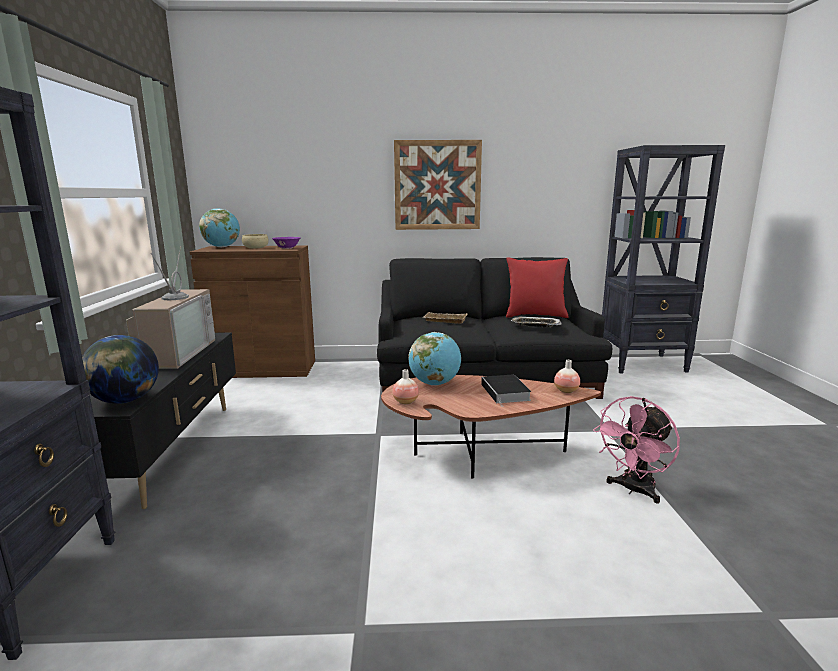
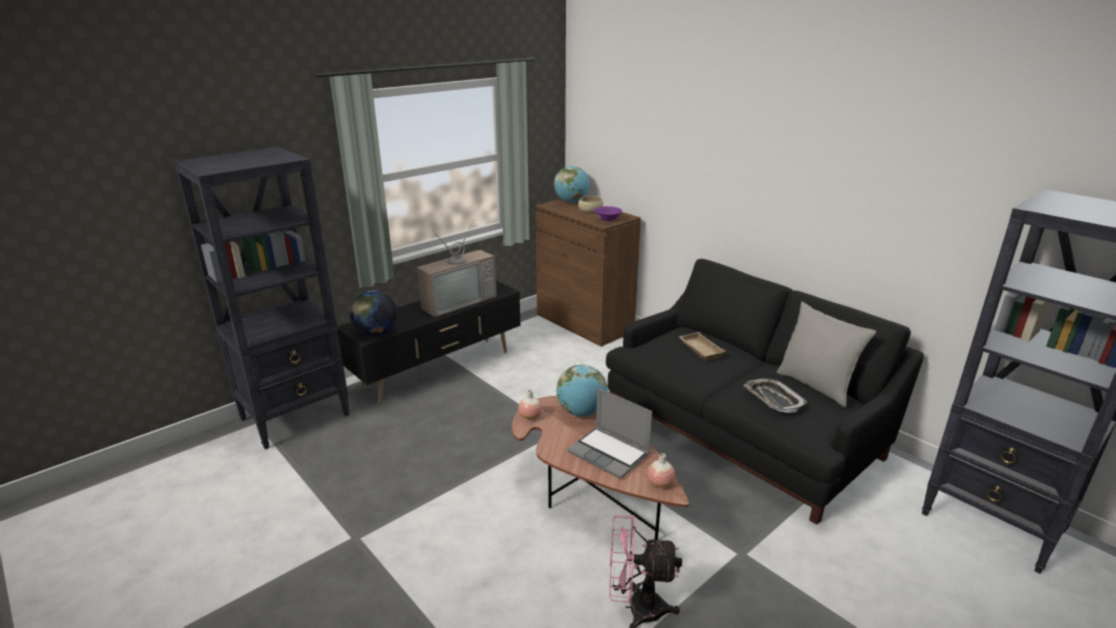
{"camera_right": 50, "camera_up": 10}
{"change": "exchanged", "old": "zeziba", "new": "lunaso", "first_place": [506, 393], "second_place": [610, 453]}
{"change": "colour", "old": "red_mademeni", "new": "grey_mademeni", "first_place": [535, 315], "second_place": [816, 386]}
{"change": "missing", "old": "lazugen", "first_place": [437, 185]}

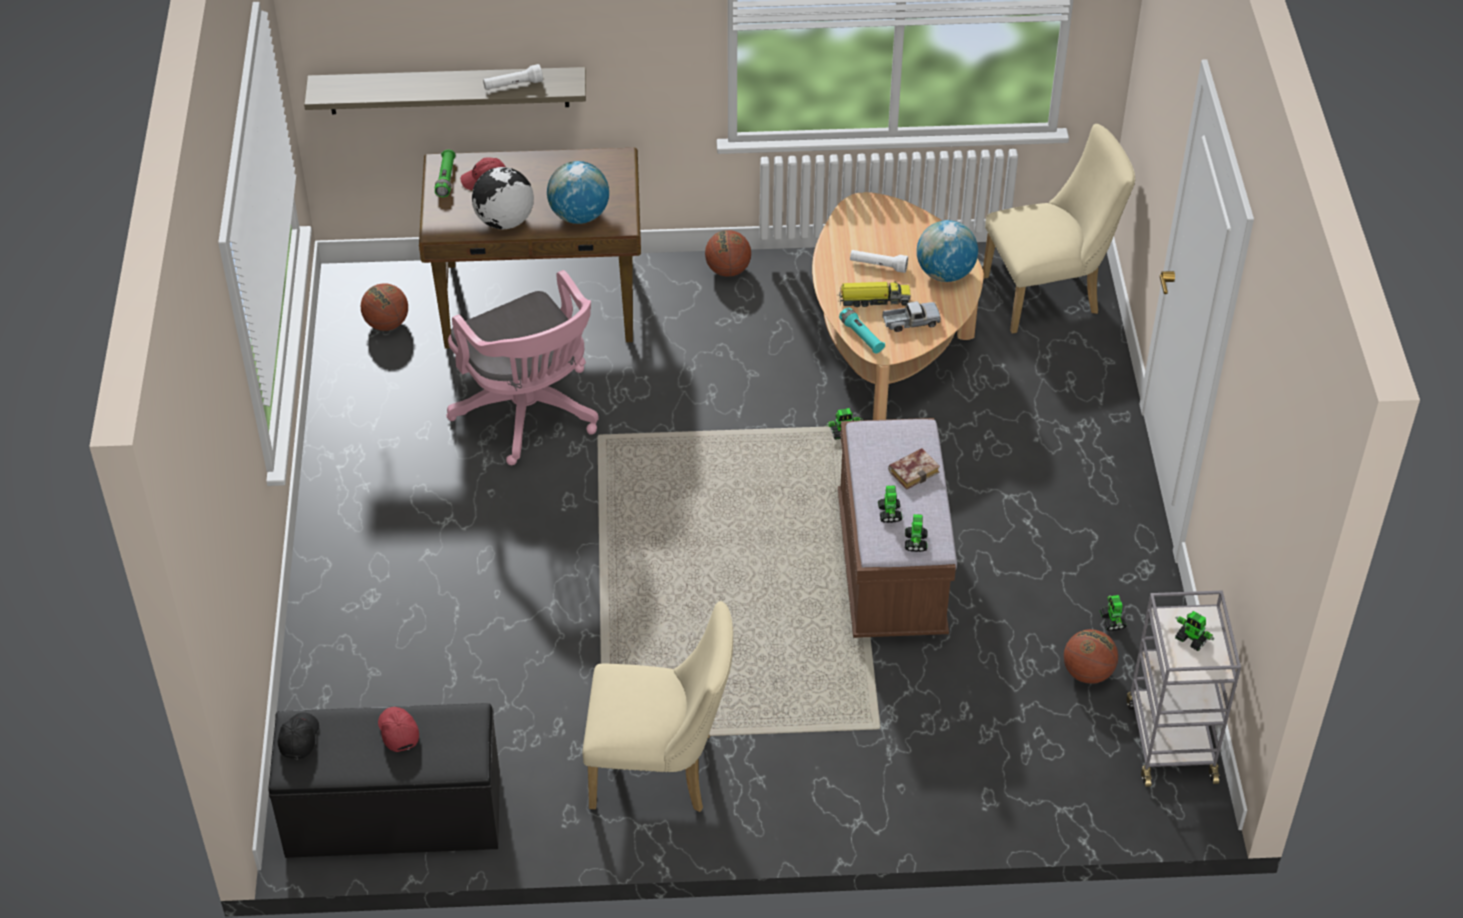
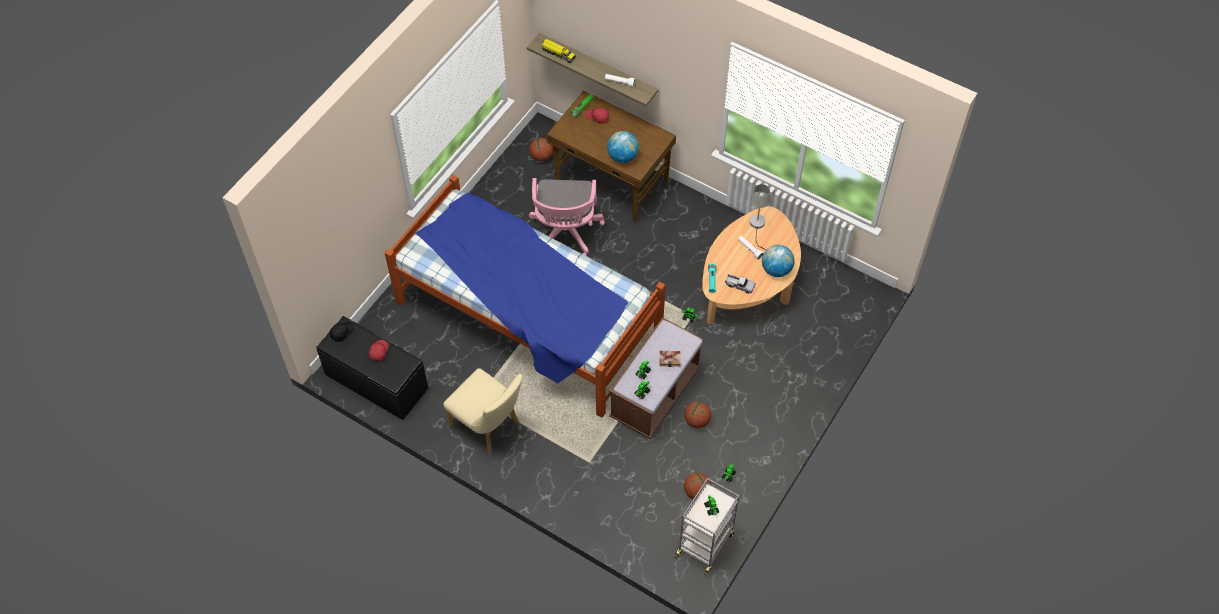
{"camera_right": 35, "camera_up": 10}
{"change": "appeared", "new": "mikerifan", "second_place": [527, 319]}
{"change": "relocated", "old": "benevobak", "first_place": [873, 300], "second_place": [558, 53]}
{"change": "relocated", "old": "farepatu", "first_place": [728, 270], "second_place": [697, 421]}
{"change": "appeared", "new": "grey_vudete", "second_place": [758, 226]}
{"change": "missing", "old": "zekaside", "first_place": [504, 221]}
{"change": "missing", "old": "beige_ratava", "first_place": [1049, 295]}

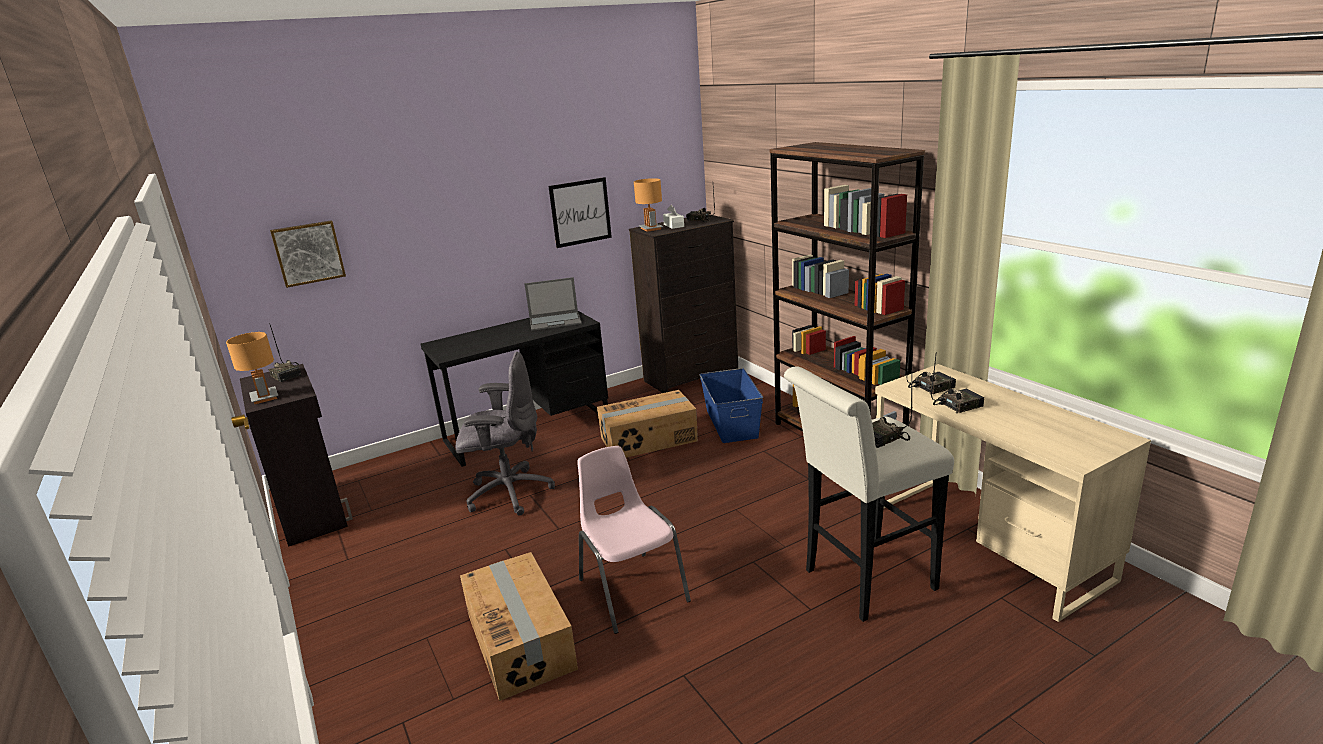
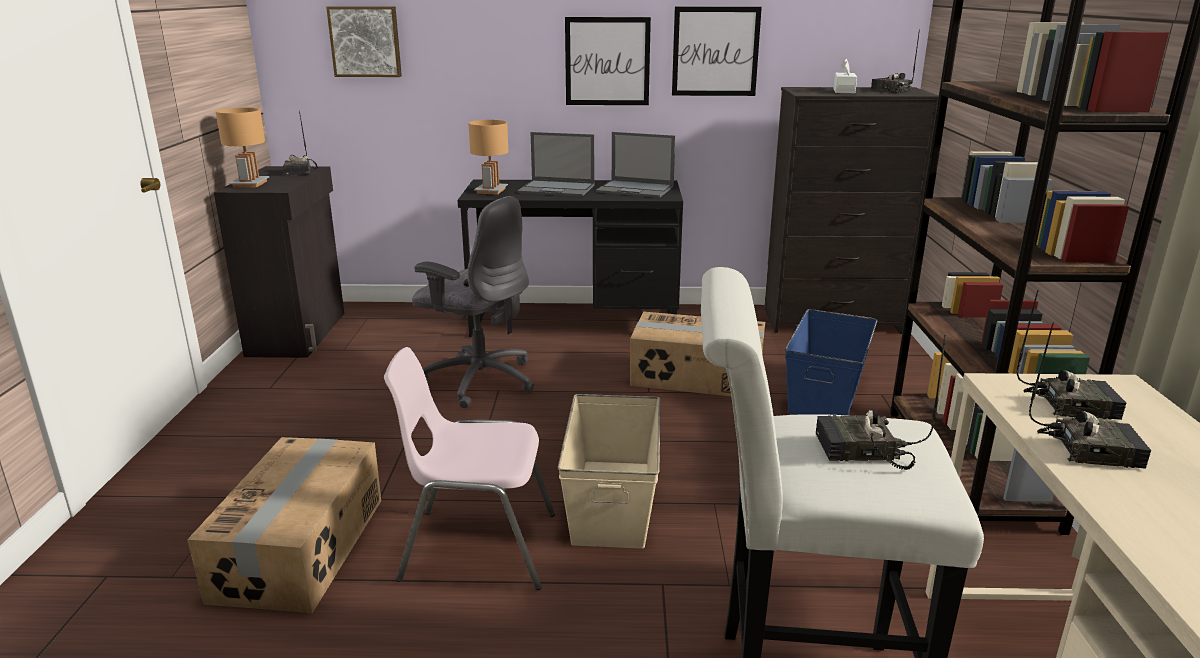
{"camera_right": 30, "camera_up": 0}
{"change": "spun", "old": "pink_ratava", "first_place": [631, 589], "second_place": [477, 546], "degrees": -90}
{"change": "relocated", "old": "brown_vudete", "first_place": [650, 229], "second_place": [491, 191]}
{"change": "appeared", "new": "lunaso", "second_place": [557, 189]}
{"change": "appeared", "new": "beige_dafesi", "second_place": [611, 501]}
{"change": "appeared", "new": "lazugen", "second_place": [607, 61]}

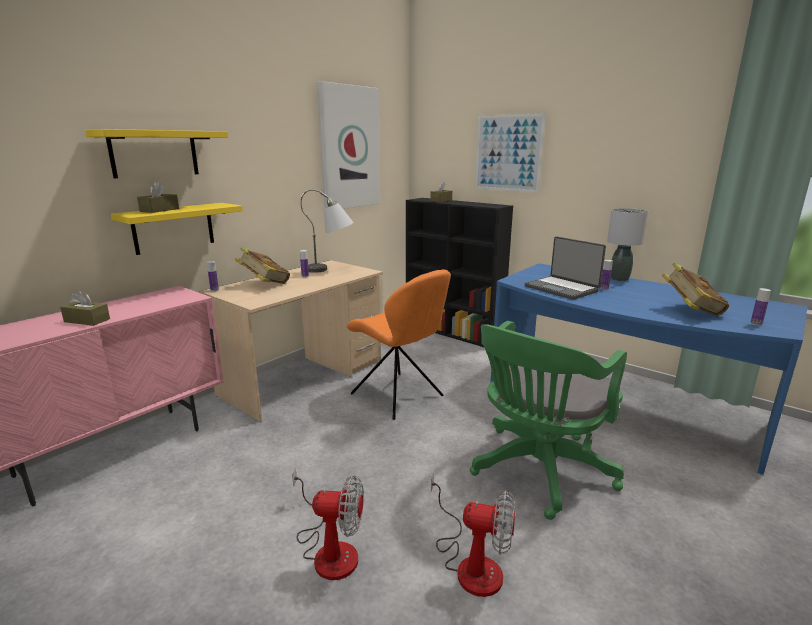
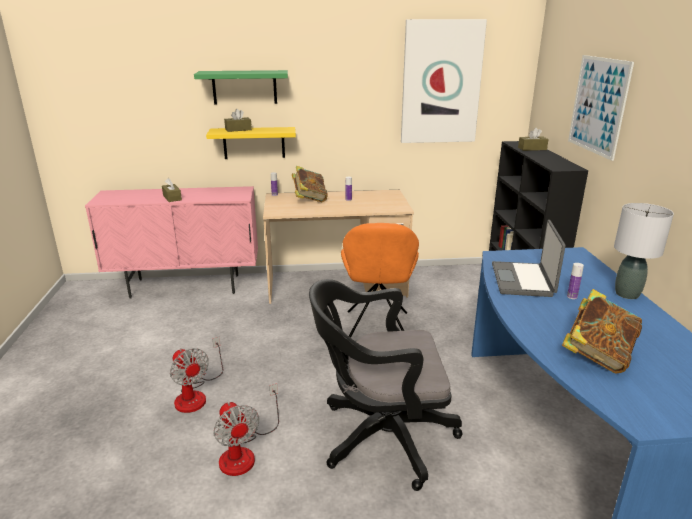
{"camera_right": 45, "camera_up": 5}
{"change": "colour", "old": "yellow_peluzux", "new": "green_peluzux", "first_place": [154, 153], "second_place": [244, 87]}
{"change": "colour", "old": "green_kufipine", "new": "black_kufipine", "first_place": [537, 472], "second_place": [380, 437]}
{"change": "missing", "old": "grey_vudete", "first_place": [331, 269]}
{"change": "missing", "old": "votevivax", "first_place": [756, 323]}

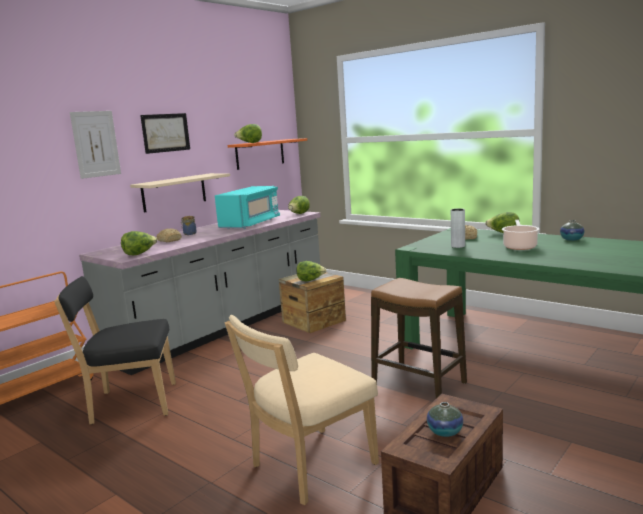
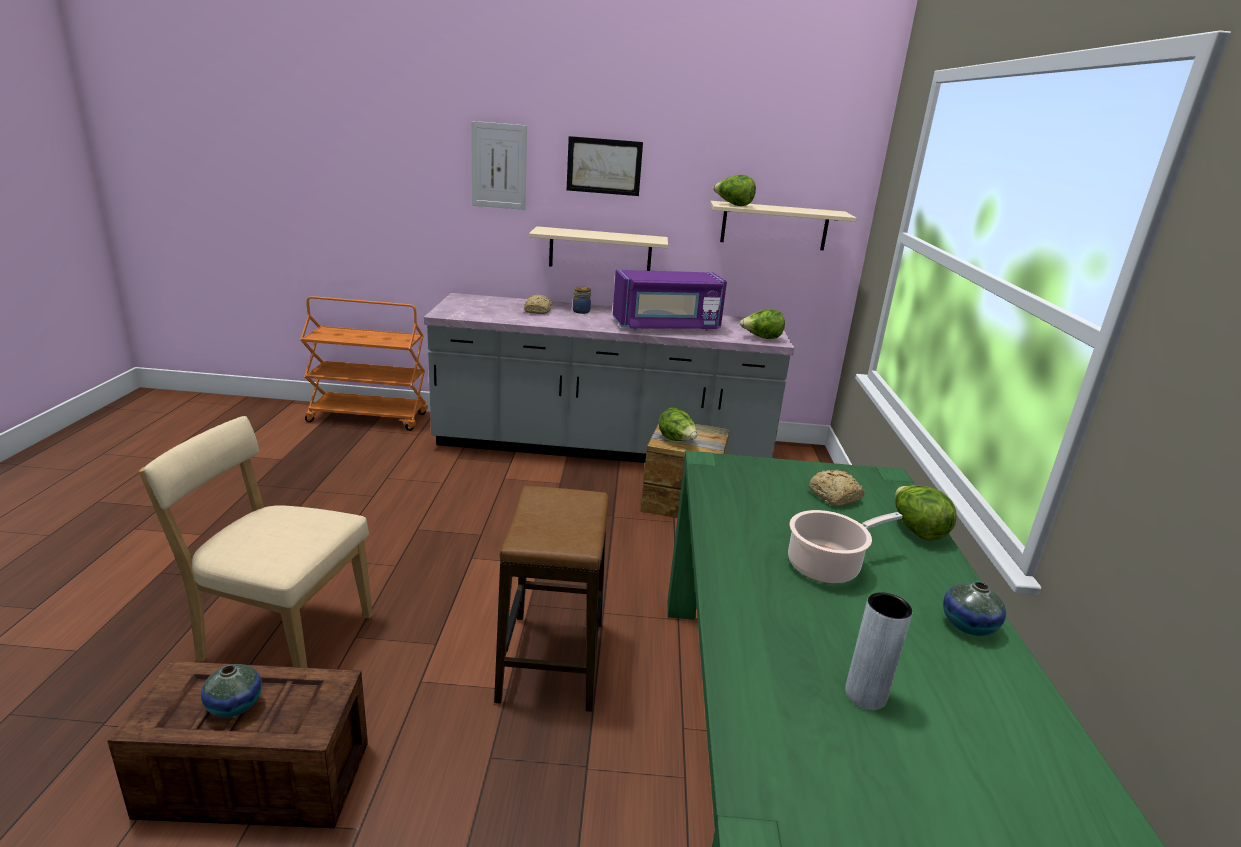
{"camera_right": 50, "camera_up": 10}
{"change": "colour", "old": "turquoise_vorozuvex", "new": "purple_vorozuvex", "first_place": [251, 224], "second_place": [666, 327]}
{"change": "colour", "old": "orange_peluzux", "new": "beige_peluzux", "first_place": [260, 154], "second_place": [774, 226]}
{"change": "relocated", "old": "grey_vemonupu", "first_place": [458, 246], "second_place": [865, 695]}
{"change": "missing", "old": "black_ratava", "first_place": [130, 404]}
{"change": "missing", "old": "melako", "first_place": [139, 254]}

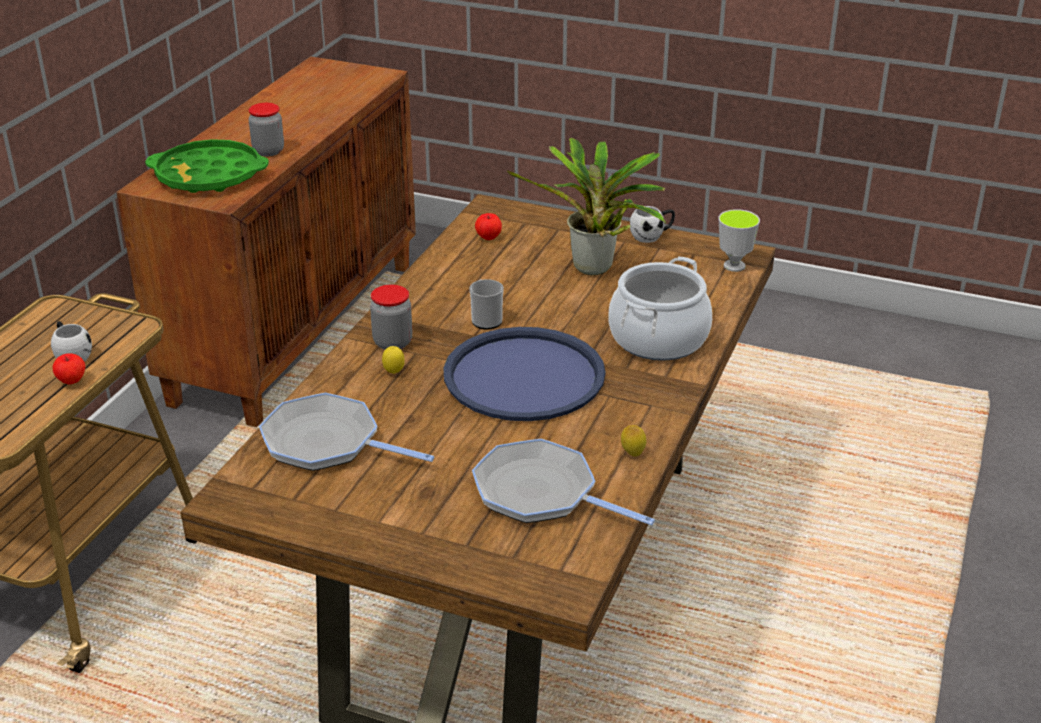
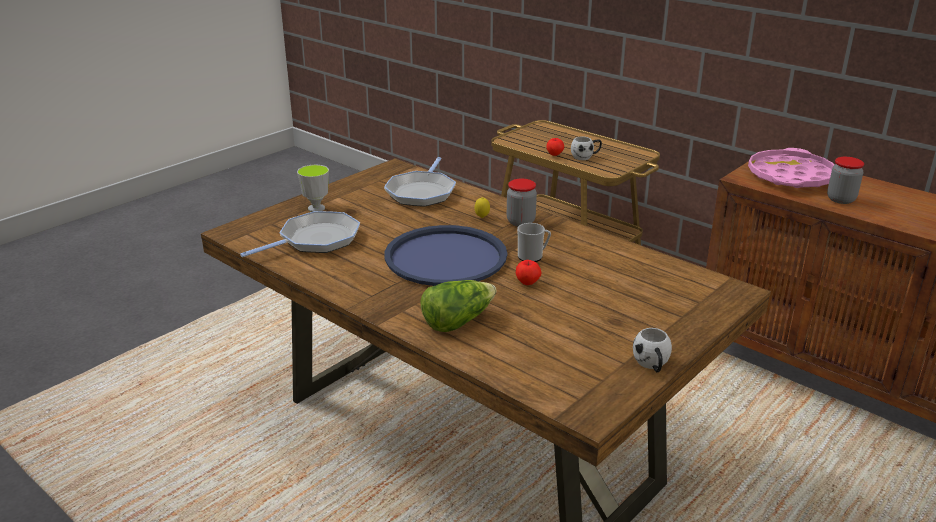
{"camera_right": 110, "camera_up": -5}
{"change": "relocated", "old": "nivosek", "first_place": [734, 266], "second_place": [316, 208]}
{"change": "spun", "old": "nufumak", "first_place": [327, 443], "second_place": [422, 192], "degrees": 150}
{"change": "exchanged", "old": "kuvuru", "new": "melako", "first_place": [659, 339], "second_place": [457, 321]}
{"change": "relocated", "old": "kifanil", "first_place": [488, 237], "second_place": [527, 282]}
{"change": "colour", "old": "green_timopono", "new": "pink_timopono", "first_place": [209, 176], "second_place": [790, 177]}
{"change": "missing", "old": "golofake", "first_place": [594, 271]}
{"change": "missing", "old": "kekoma", "first_place": [632, 454]}

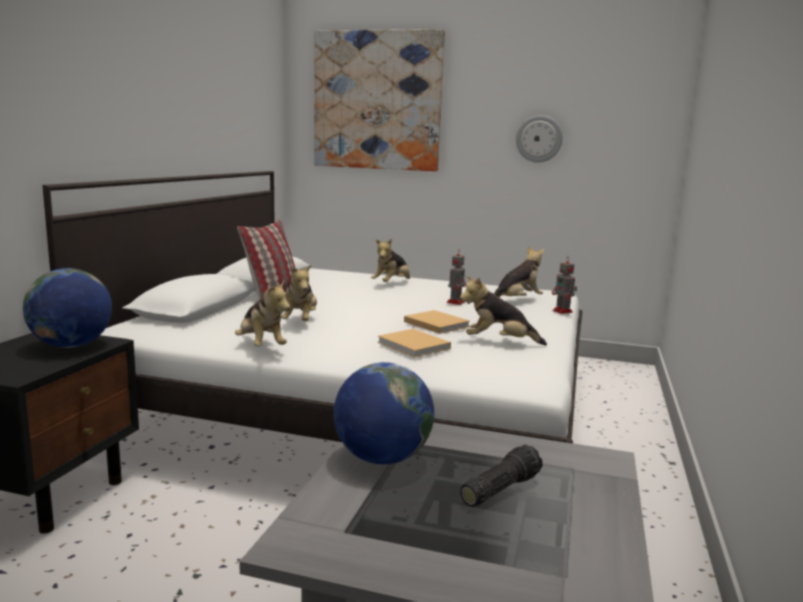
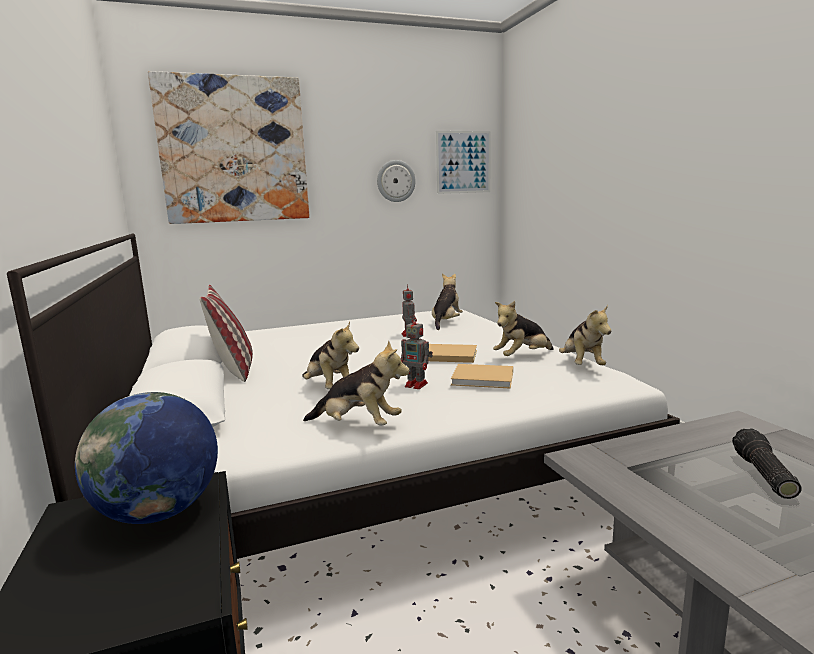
{"camera_right": -35, "camera_up": 0}
{"change": "relocated", "old": "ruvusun", "first_place": [563, 311], "second_place": [417, 385]}
{"change": "appeared", "new": "lazugen", "second_place": [463, 162]}
{"change": "relocated", "old": "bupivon", "first_place": [391, 283], "second_place": [581, 365]}
{"change": "missing", "old": "zekaside", "first_place": [382, 458]}

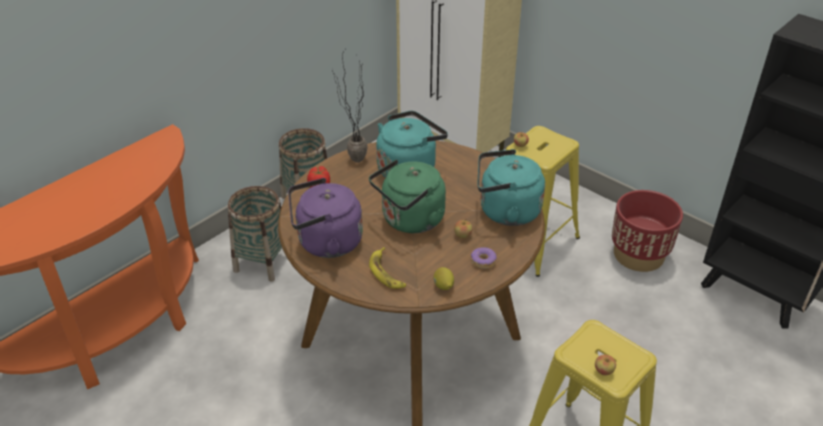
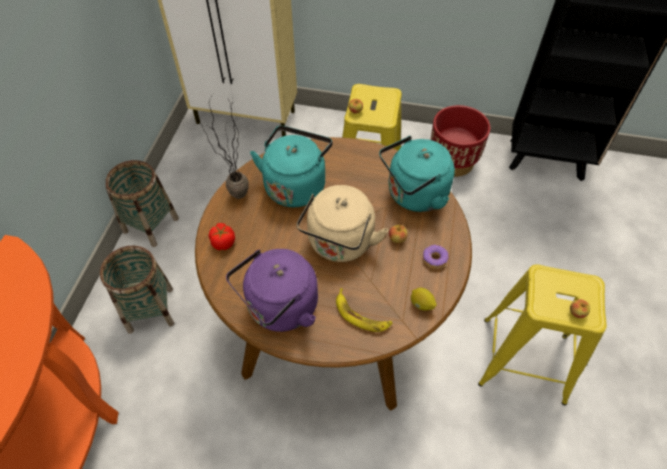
{"camera_right": -30, "camera_up": 15}
{"change": "colour", "old": "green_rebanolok", "new": "beige_rebanolok", "first_place": [410, 221], "second_place": [339, 244]}

